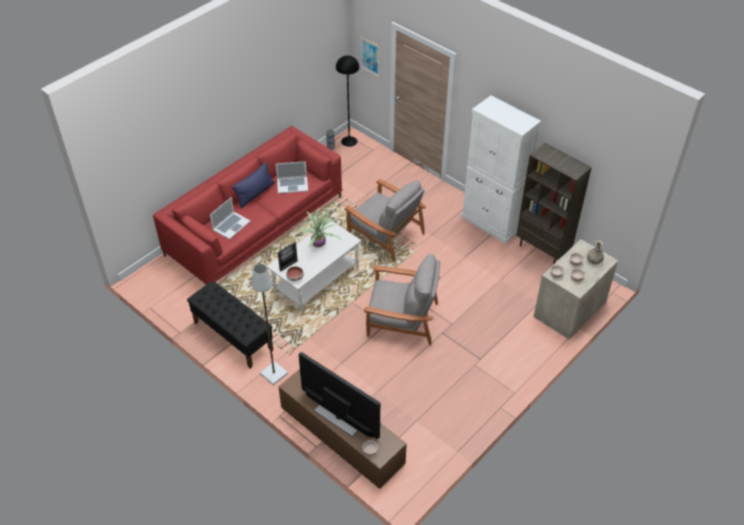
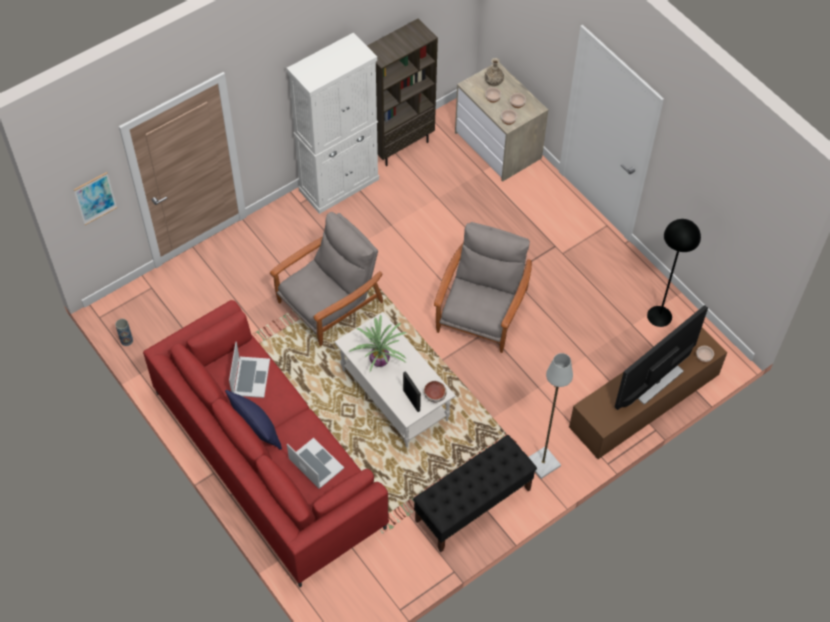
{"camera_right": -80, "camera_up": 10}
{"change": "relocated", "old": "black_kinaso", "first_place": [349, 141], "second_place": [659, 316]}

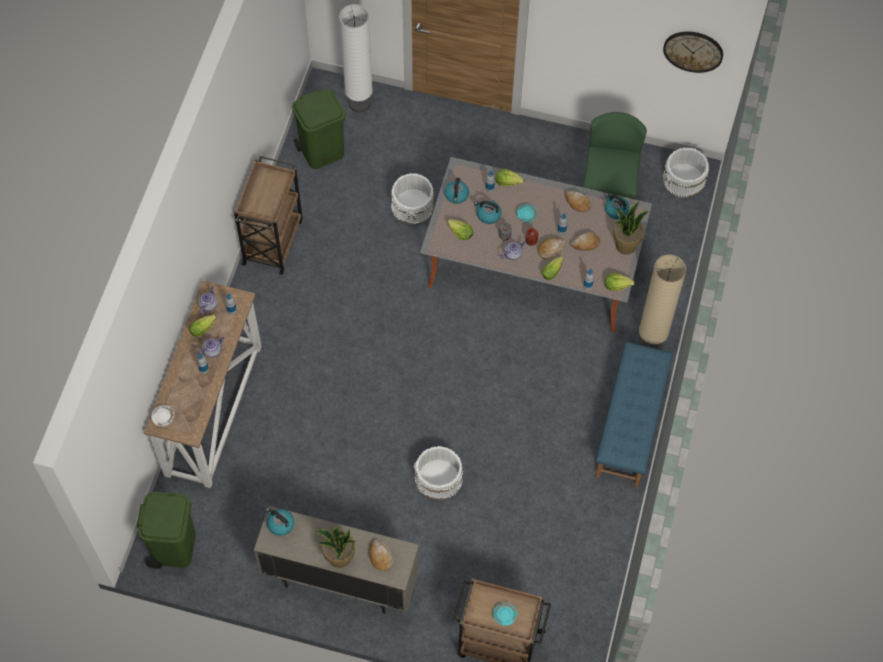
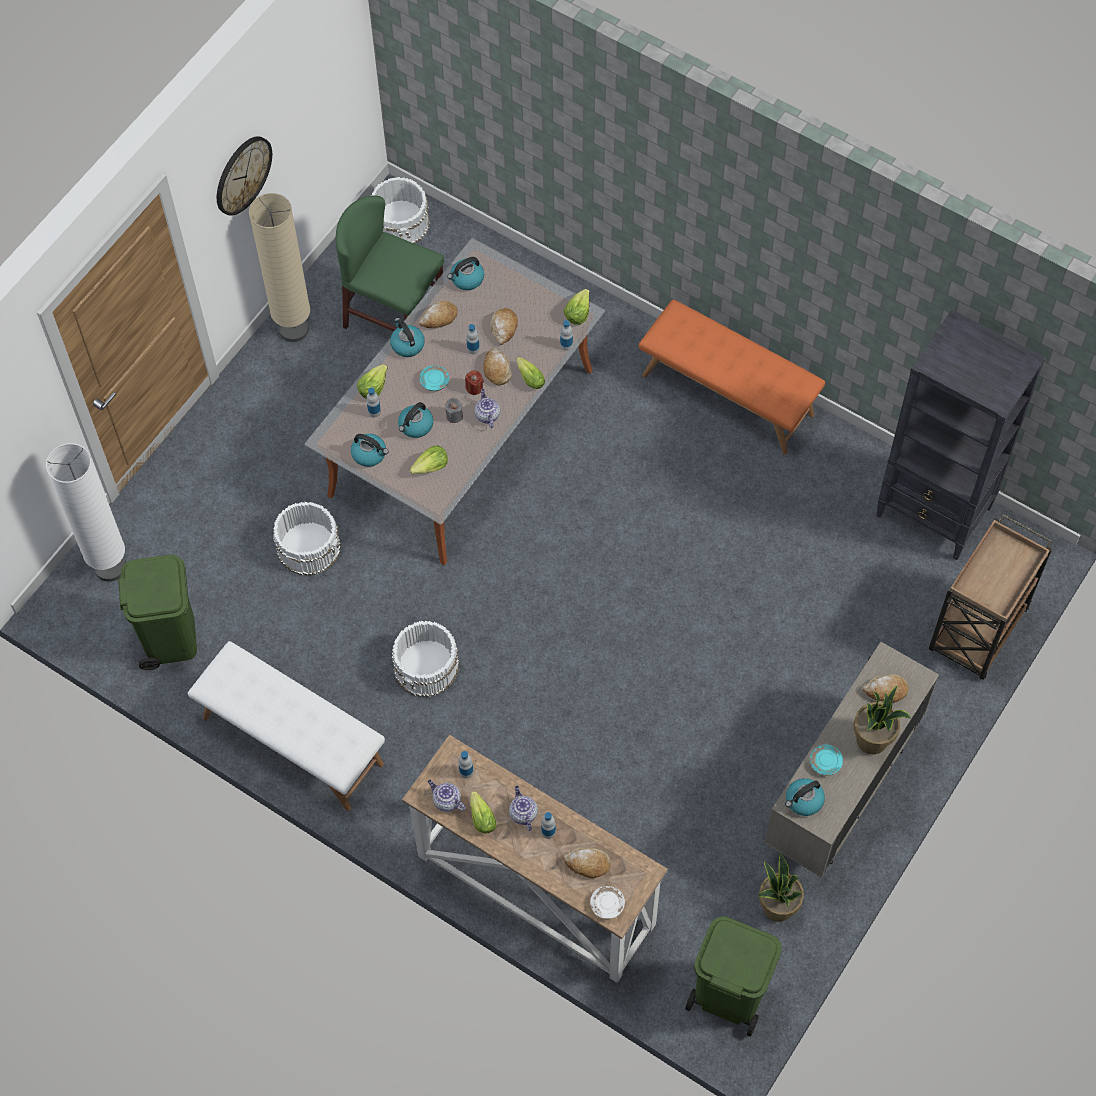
{"camera_right": -70, "camera_up": 0}
{"change": "exchanged", "old": "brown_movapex", "new": "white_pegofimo", "first_place": [273, 240], "second_place": [291, 741]}
{"change": "relocated", "old": "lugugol", "first_place": [693, 51], "second_place": [242, 175]}
{"change": "relocated", "old": "beige_kinaso", "first_place": [651, 342], "second_place": [294, 329]}
{"change": "appeared", "new": "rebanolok", "second_place": [407, 344]}
{"change": "relocated", "old": "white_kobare", "first_place": [438, 479], "second_place": [427, 667]}
{"change": "appeared", "new": "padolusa", "second_place": [587, 864]}
{"change": "colour", "old": "blue_pegofimo", "new": "orange_pegofimo", "first_place": [630, 425], "second_place": [728, 394]}
{"change": "relocated", "old": "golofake", "first_place": [625, 245], "second_place": [777, 907]}
{"change": "relocated", "old": "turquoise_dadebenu", "first_place": [504, 615], "second_place": [825, 762]}
{"change": "appeared", "new": "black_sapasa", "second_place": [934, 512]}

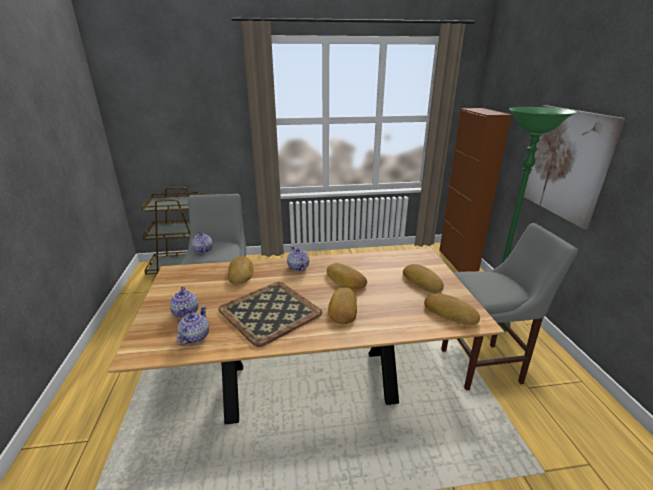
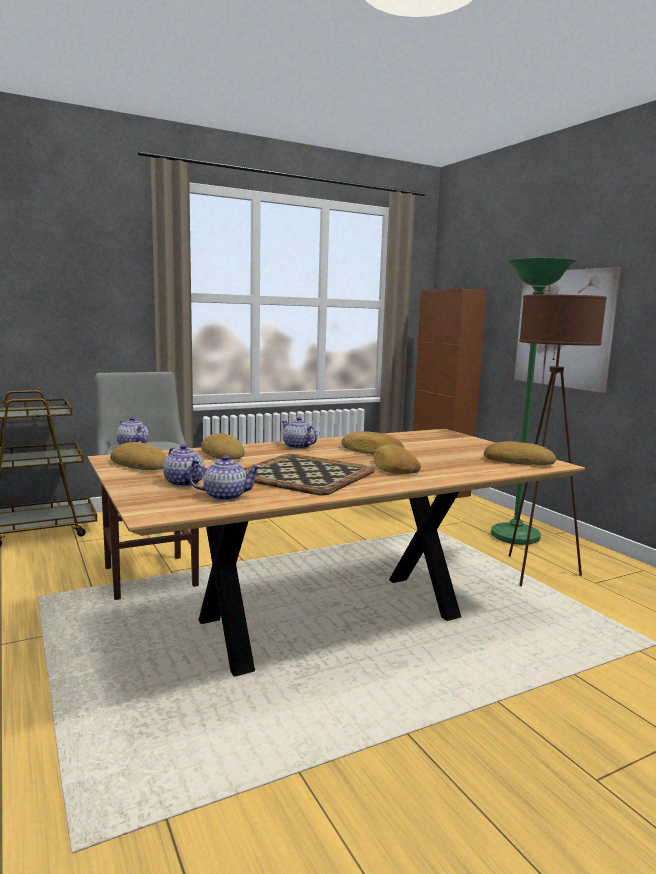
{"camera_right": -20, "camera_up": -15}
{"change": "relocated", "old": "padolusa", "first_place": [423, 281], "second_place": [141, 464]}
{"change": "spun", "old": "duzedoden", "first_place": [194, 337], "second_place": [225, 496], "degrees": 90}
{"change": "exchanged", "old": "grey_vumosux", "new": "brown_kinaso", "first_place": [484, 366], "second_place": [535, 572]}

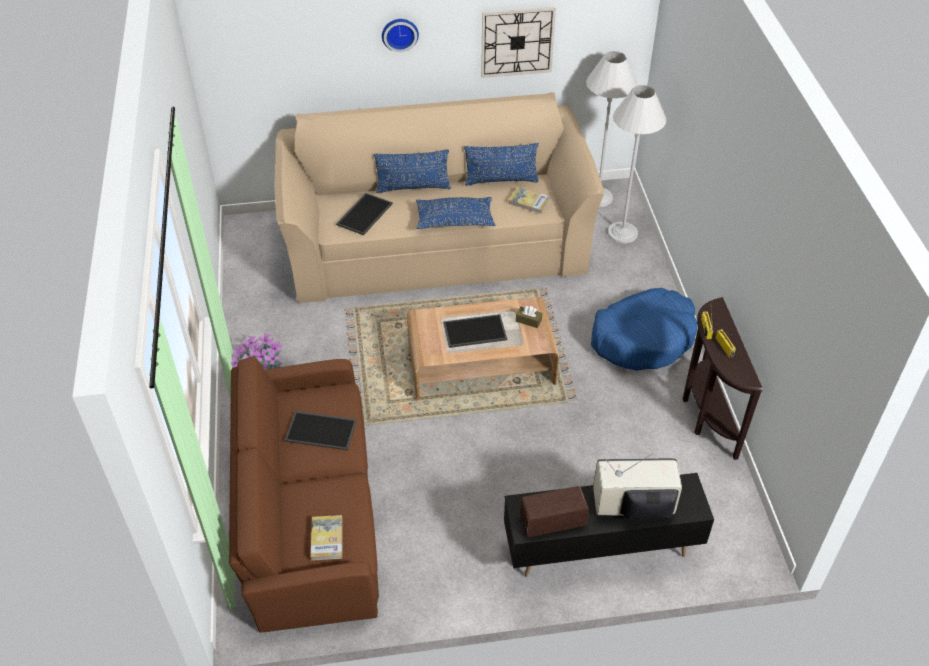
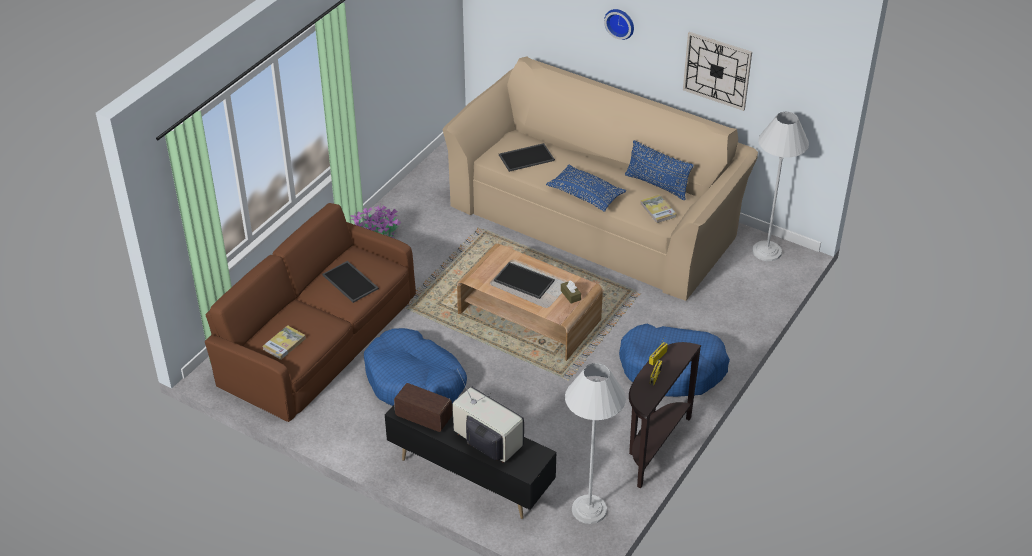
{"camera_right": 40, "camera_up": -5}
{"change": "appeared", "new": "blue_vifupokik", "second_place": [414, 382]}
{"change": "relocated", "old": "white_kinaso", "first_place": [622, 233], "second_place": [589, 509]}
{"change": "missing", "old": "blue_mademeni", "first_place": [413, 187]}

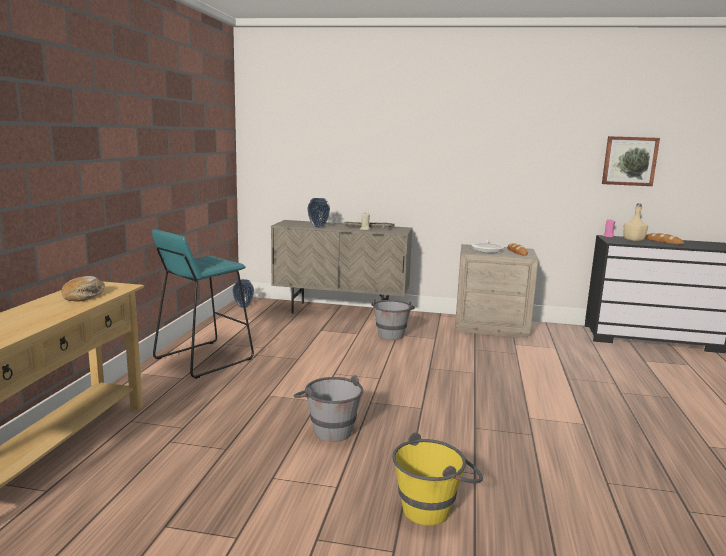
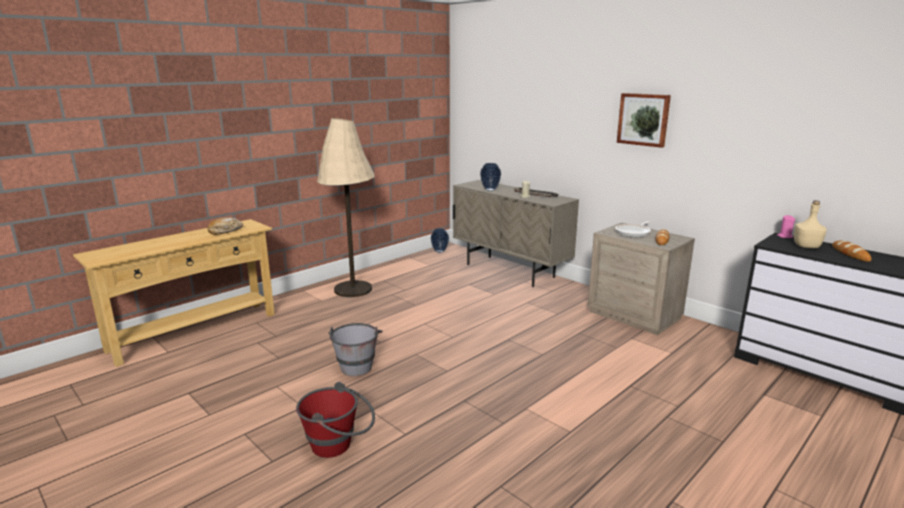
{"camera_right": 35, "camera_up": 5}
{"change": "colour", "old": "yellow_kobare", "new": "red_kobare", "first_place": [434, 507], "second_place": [339, 445]}
{"change": "exchanged", "old": "turquoise_vumosux", "new": "beige_kinaso", "first_place": [203, 359], "second_place": [353, 289]}
{"change": "relocated", "old": "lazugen", "first_place": [629, 161], "second_place": [643, 119]}
{"change": "missing", "old": "grey_kobare", "first_place": [391, 334]}

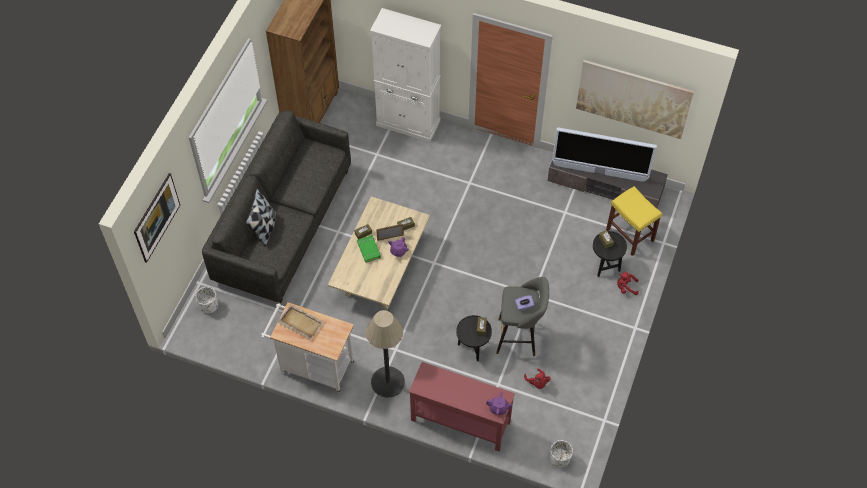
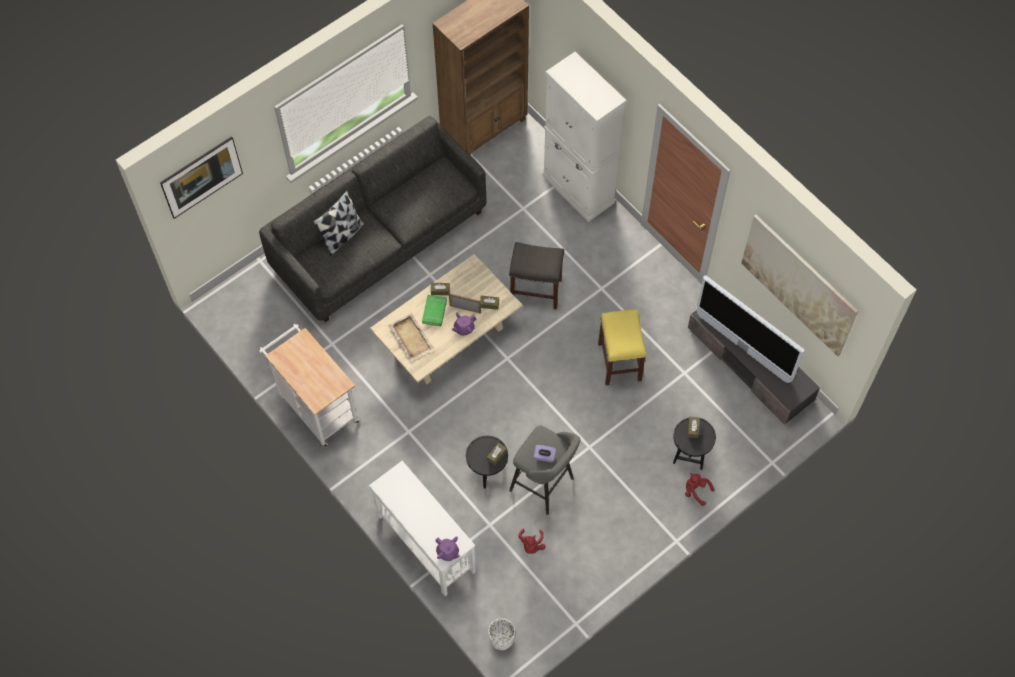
{"camera_right": 30, "camera_up": 5}
{"change": "colour", "old": "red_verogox", "new": "white_verogox", "first_place": [460, 421], "second_place": [425, 542]}
{"change": "relocated", "old": "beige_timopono", "first_place": [300, 322], "second_place": [410, 337]}
{"change": "appeared", "new": "grey_vumosux", "second_place": [536, 290]}
{"change": "relocated", "old": "yellow_vumosux", "first_place": [630, 235], "second_place": [620, 362]}
{"change": "missing", "old": "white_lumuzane", "first_place": [208, 305]}
{"change": "missing", "old": "kinaso", "first_place": [387, 382]}

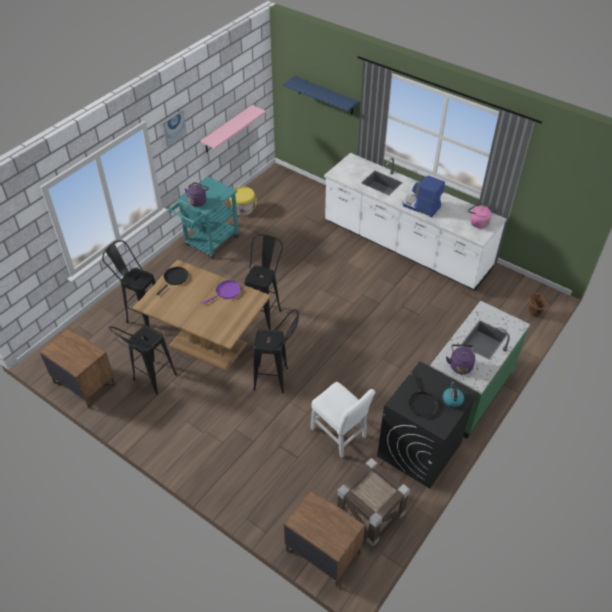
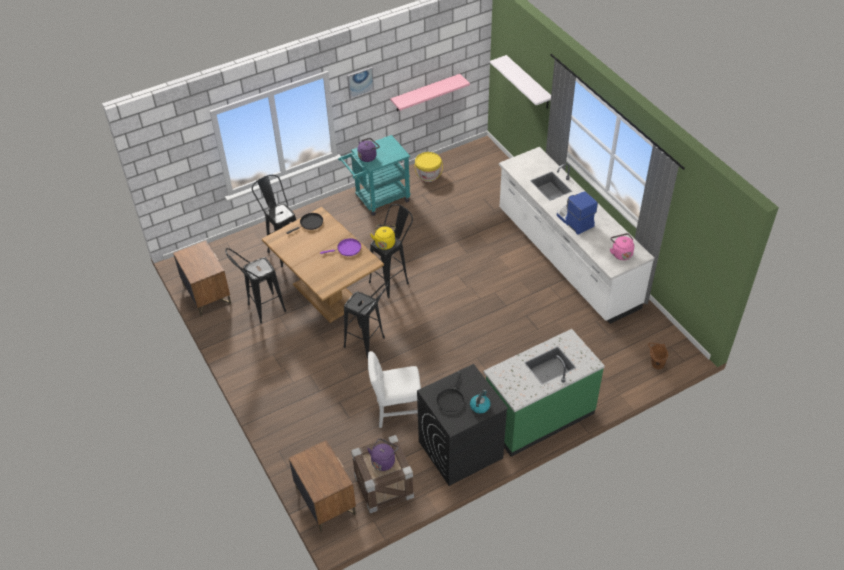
{"camera_right": 25, "camera_up": 0}
{"change": "relocated", "old": "purple_rebanolok", "first_place": [460, 365], "second_place": [383, 461]}
{"change": "spun", "old": "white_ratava", "first_place": [340, 435], "second_place": [396, 412], "degrees": 105}
{"change": "appeared", "new": "yellow_rebanolok", "second_place": [385, 243]}
{"change": "colour", "old": "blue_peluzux", "new": "white_peluzux", "first_place": [325, 96], "second_place": [528, 83]}

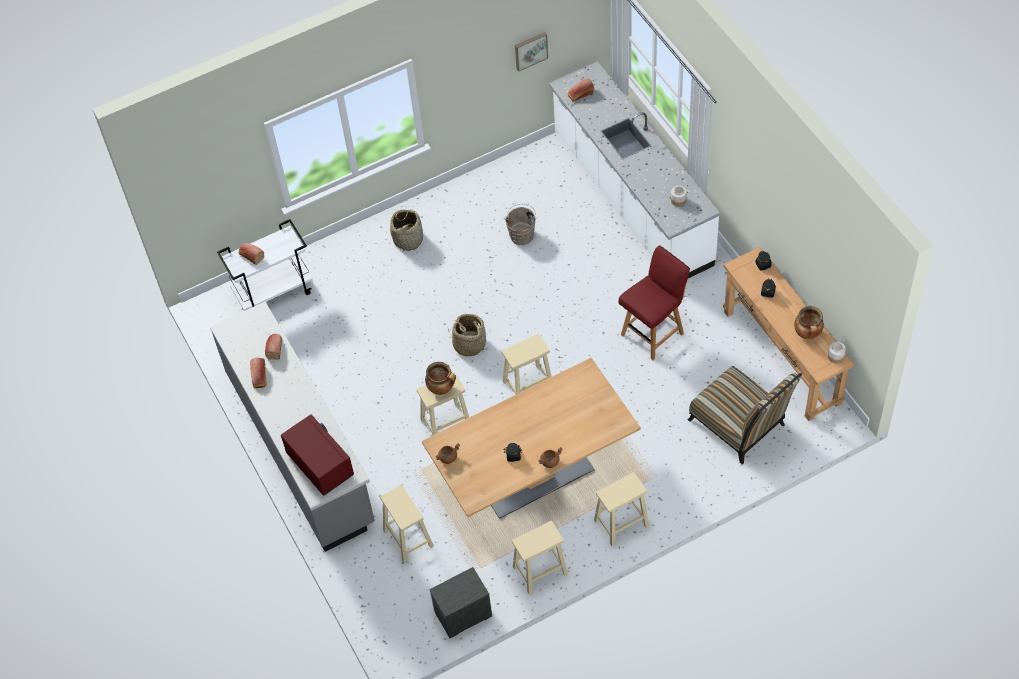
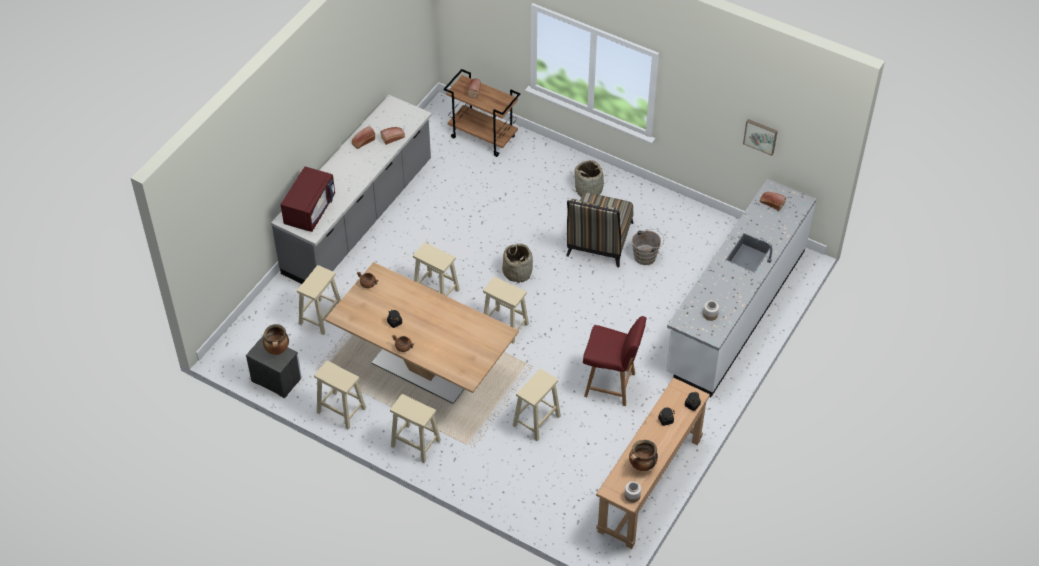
{"camera_right": 55, "camera_up": -5}
{"change": "relocated", "old": "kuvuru", "first_place": [442, 388], "second_place": [277, 350]}
{"change": "colour", "old": "white_movapex", "new": "brown_movapex", "first_place": [274, 292], "second_place": [483, 137]}
{"change": "appeared", "new": "beige_vumosux", "second_place": [536, 421]}
{"change": "relocated", "old": "ratava", "first_place": [740, 426], "second_place": [598, 243]}

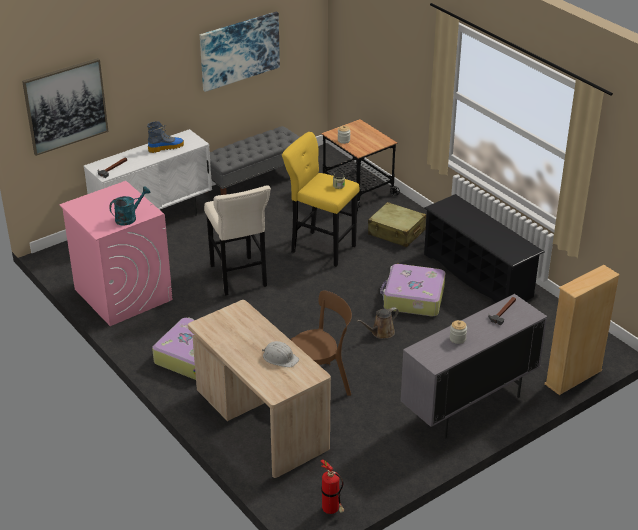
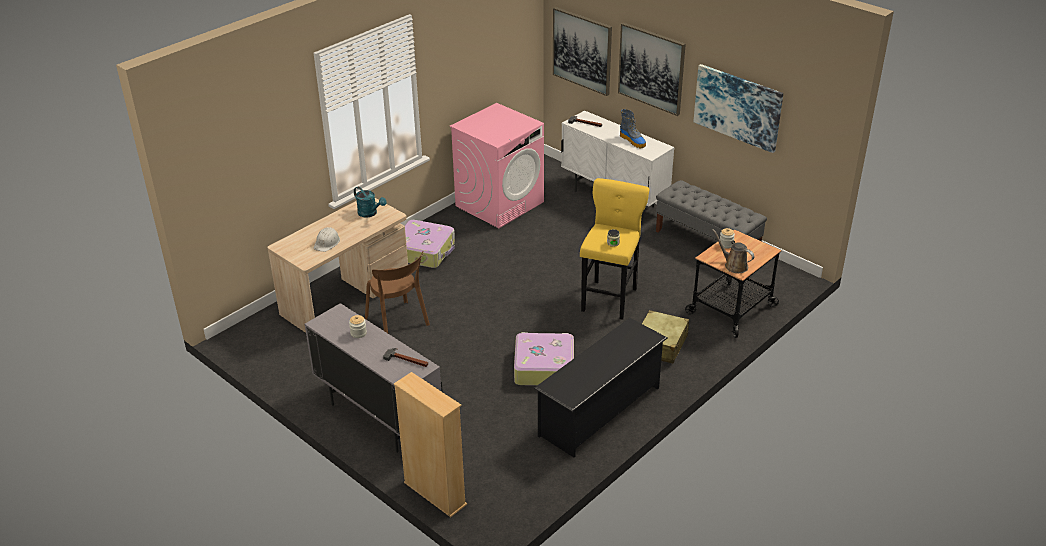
{"camera_right": 80, "camera_up": 0}
{"change": "relocated", "old": "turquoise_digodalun", "first_place": [129, 218], "second_place": [370, 213]}
{"change": "appeared", "new": "lazugen", "second_place": [651, 68]}
{"change": "relocated", "old": "brown_digodalun", "first_place": [381, 333], "second_place": [734, 265]}
{"change": "missing", "old": "beige_vumosux", "first_place": [239, 278]}
{"change": "missing", "old": "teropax", "first_place": [332, 511]}

